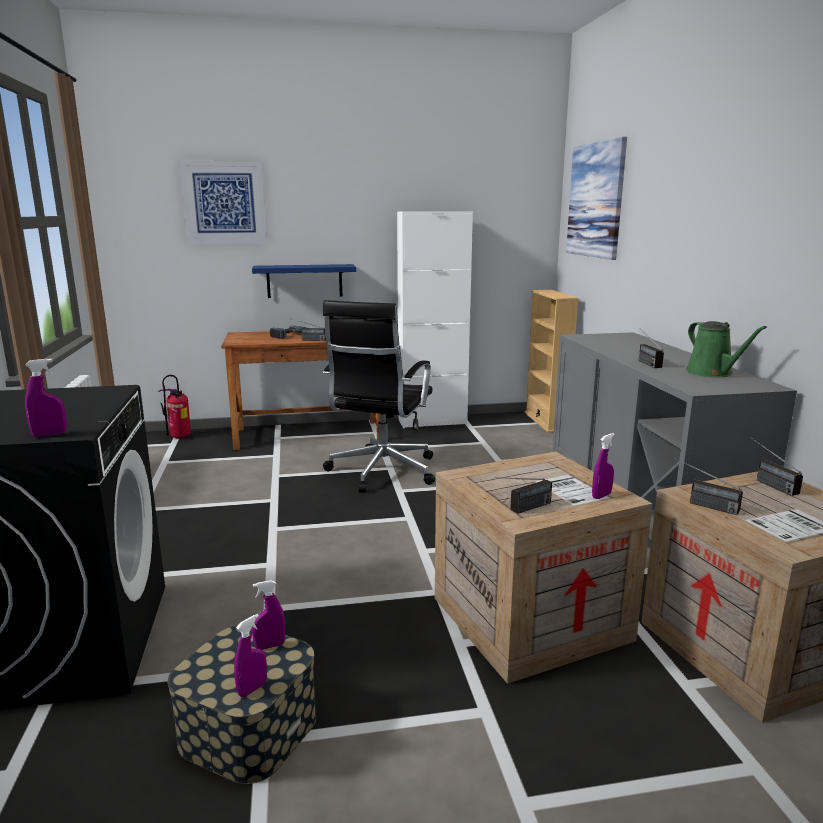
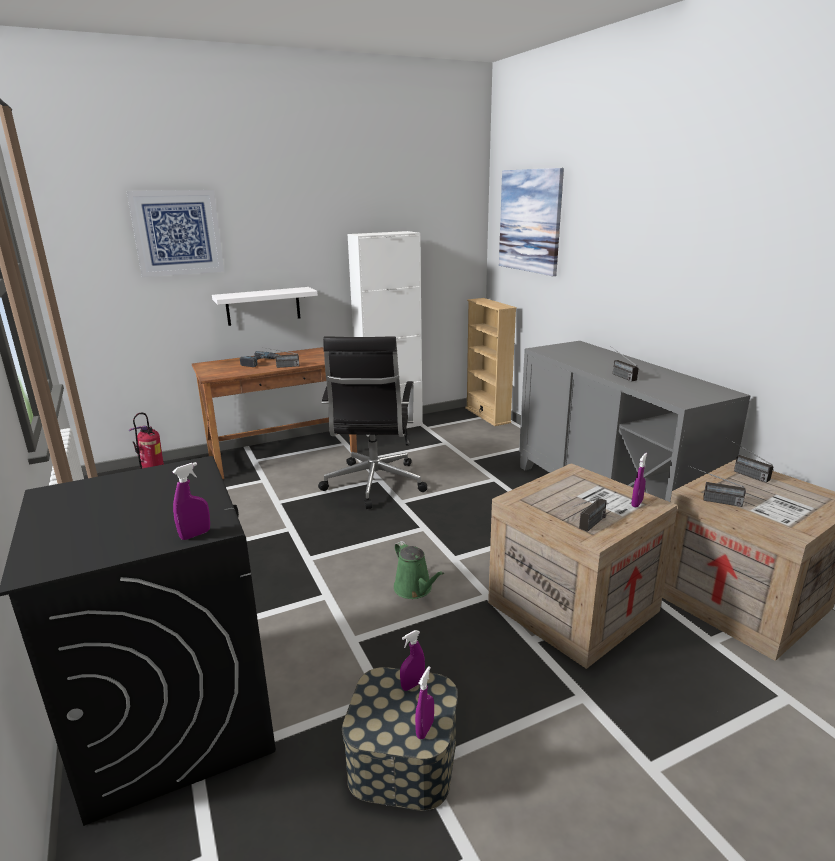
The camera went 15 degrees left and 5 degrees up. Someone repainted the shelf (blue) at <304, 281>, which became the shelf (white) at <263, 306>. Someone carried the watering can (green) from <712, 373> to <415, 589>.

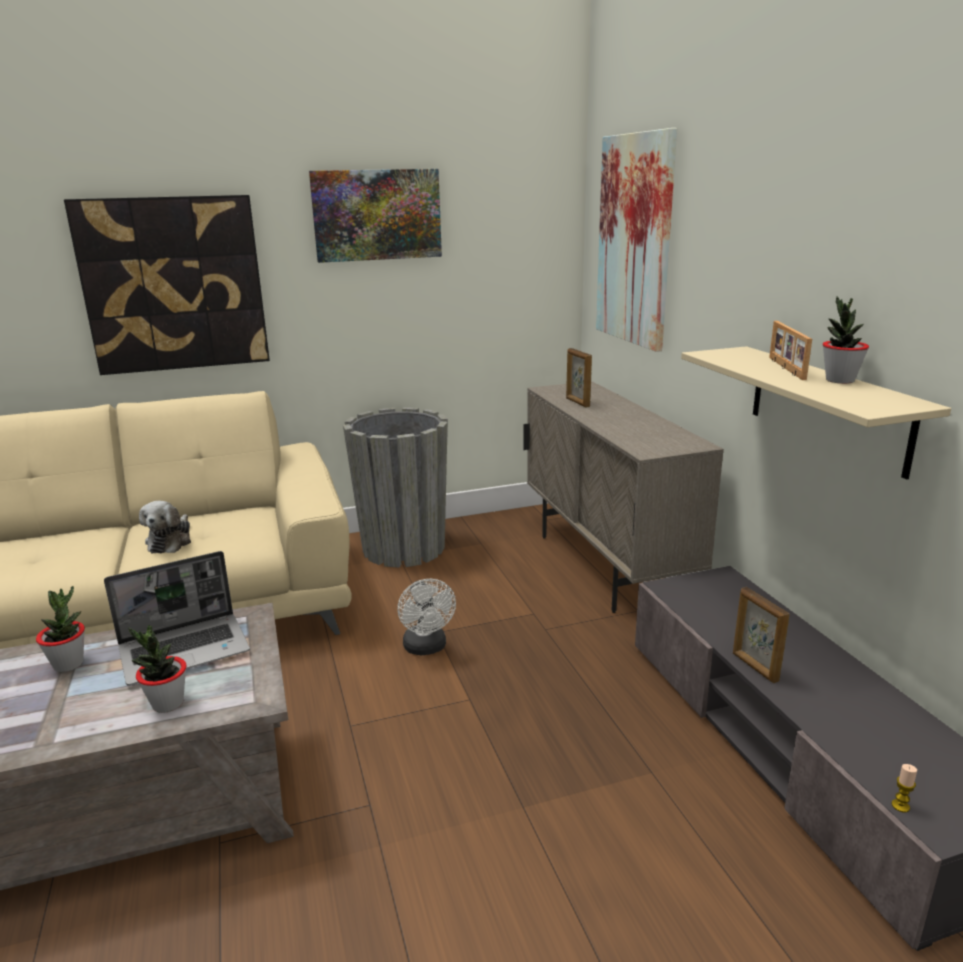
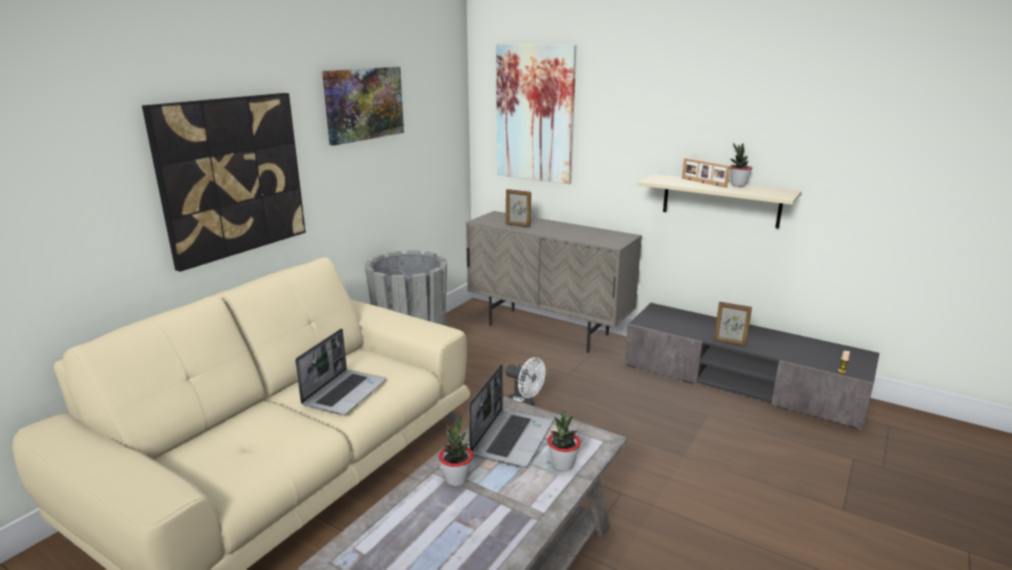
The camera went 40 degrees left and 0 degrees up. Someone swapped the plush toy at <170, 541> for the laptop at <344, 393>.

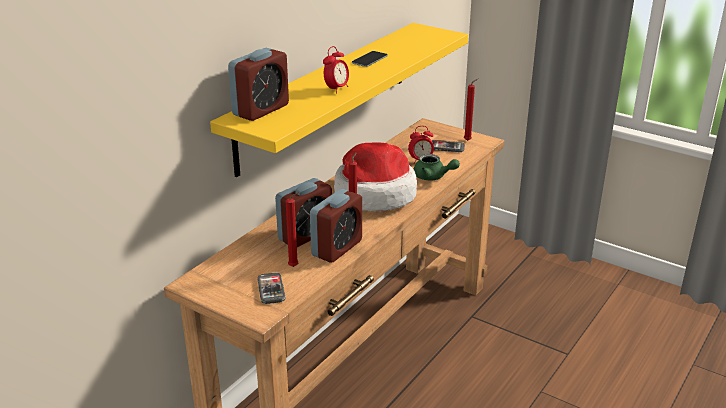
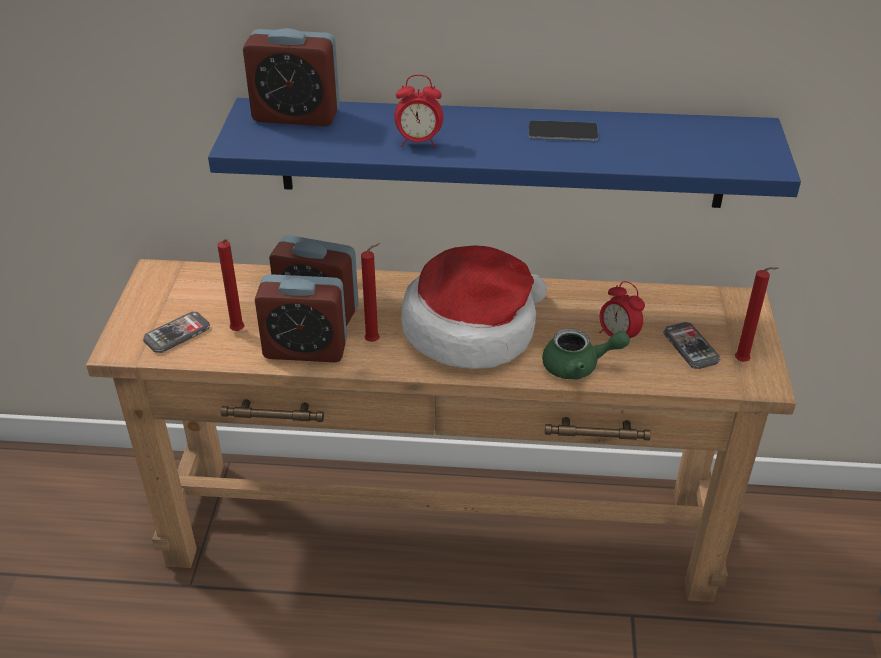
The camera went 60 degrees right and 10 degrees up. Someone repainted the shelf (yellow) at <326, 94>, which became the shelf (blue) at <501, 153>. Someone rotated the teapot (green) at <433, 177> by 90 degrees counterclockwise.

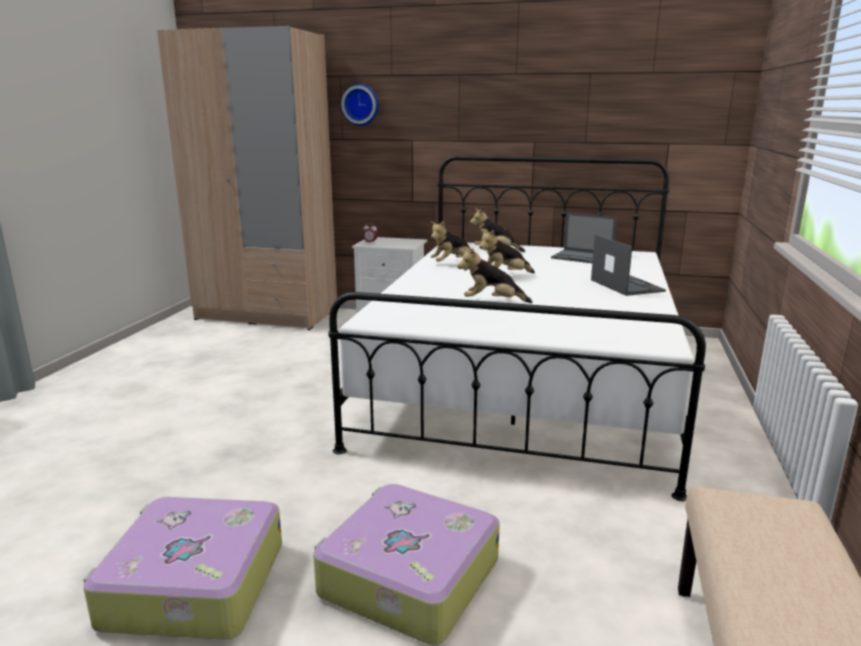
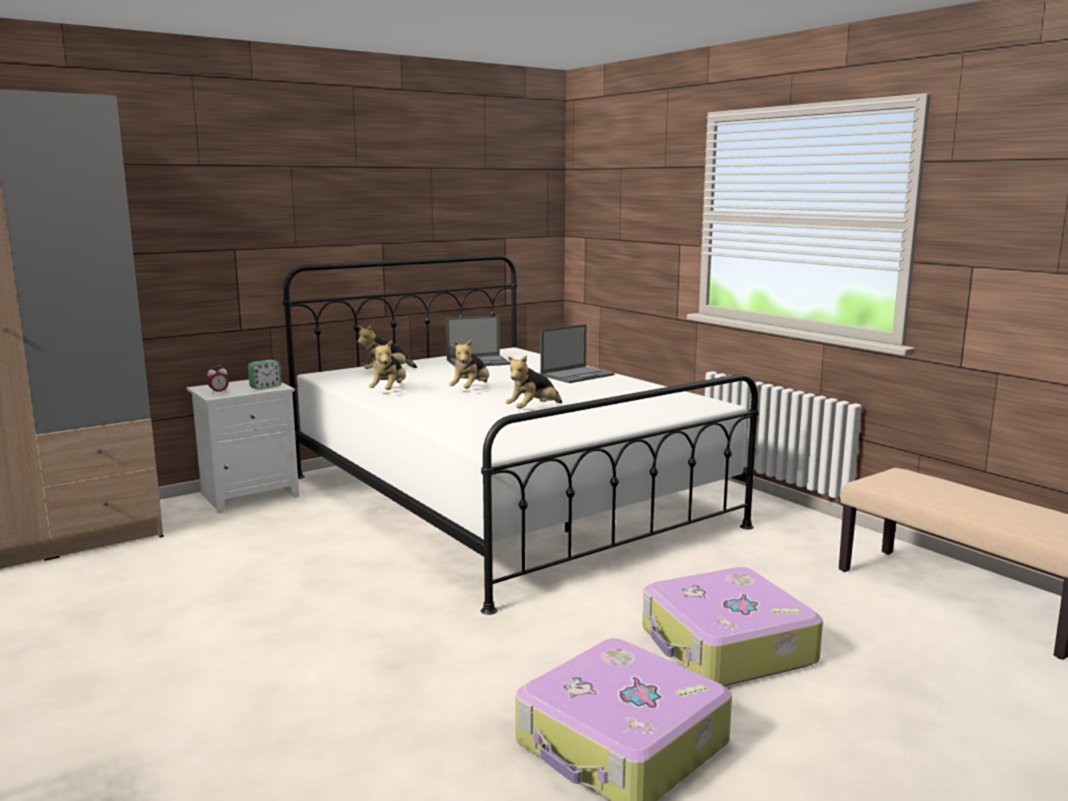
The camera went 50 degrees left and 5 degrees down. Someone took away the wall clock at <361, 104>. Someone rotated the laptop at <626, 285> by 120 degrees clockwise. Someone put down the alarm clock at <265, 387>.

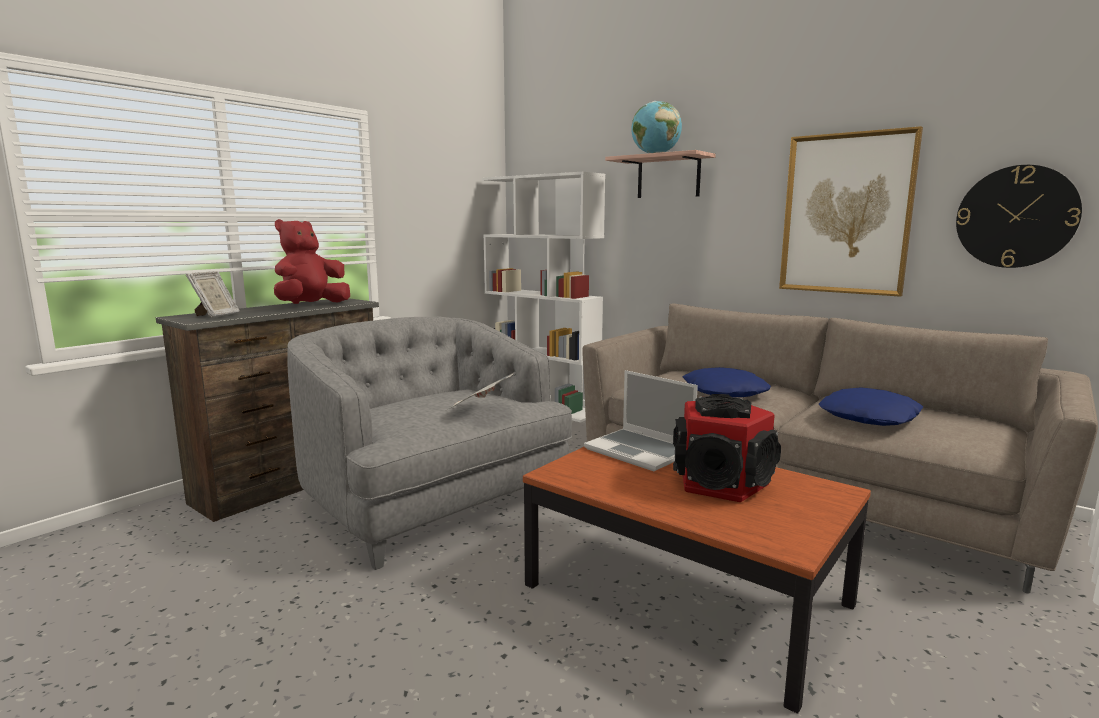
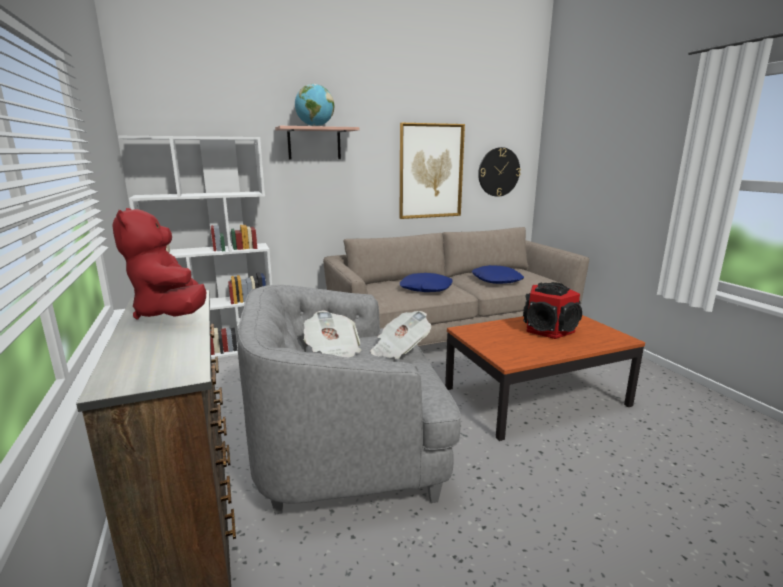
The camera went 60 degrees left and 5 degrees up. Someone took away the picture frame at <216, 315>. Someone took away the laptop at <641, 451>. Someone put down the newspaper at <333, 351>.

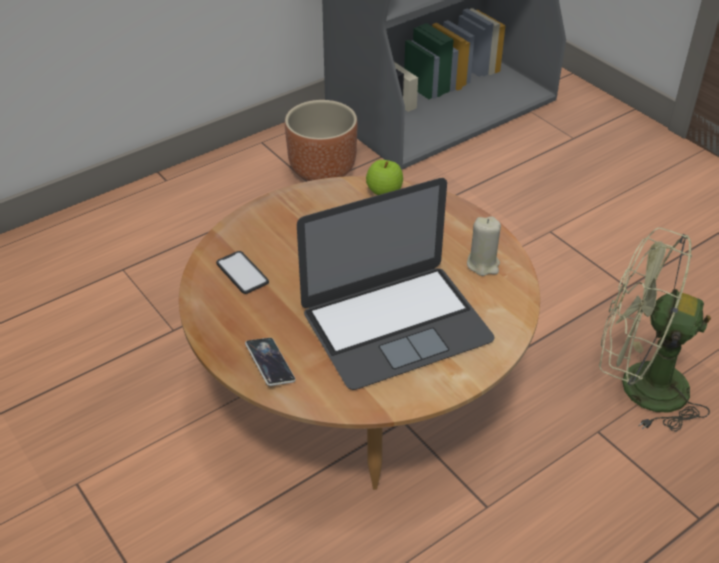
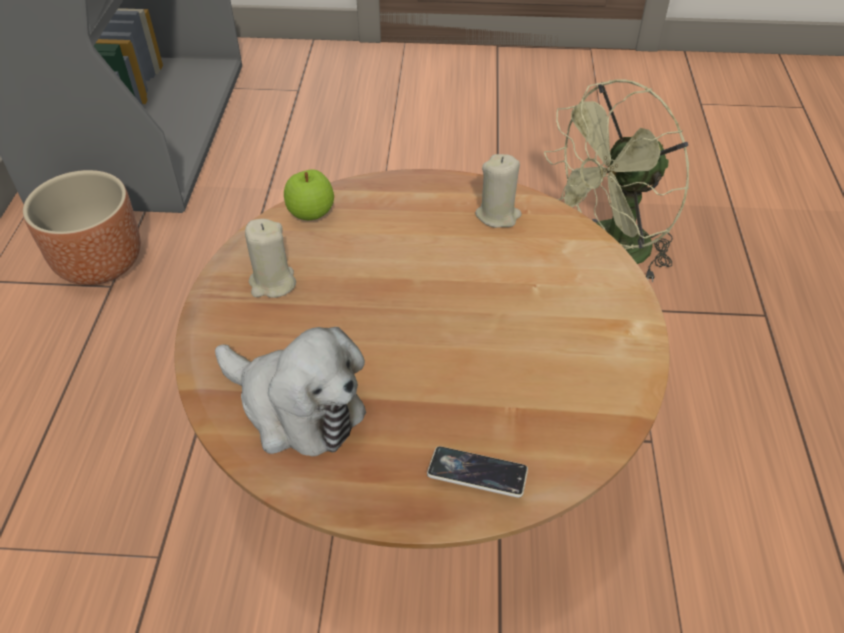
The camera went 50 degrees left and 5 degrees up. Someone took away the laptop at <396, 325>. Someone swapped the phone at <242, 273> for the plush toy at <296, 407>. Someone put down the candle (beige) at <272, 283>.

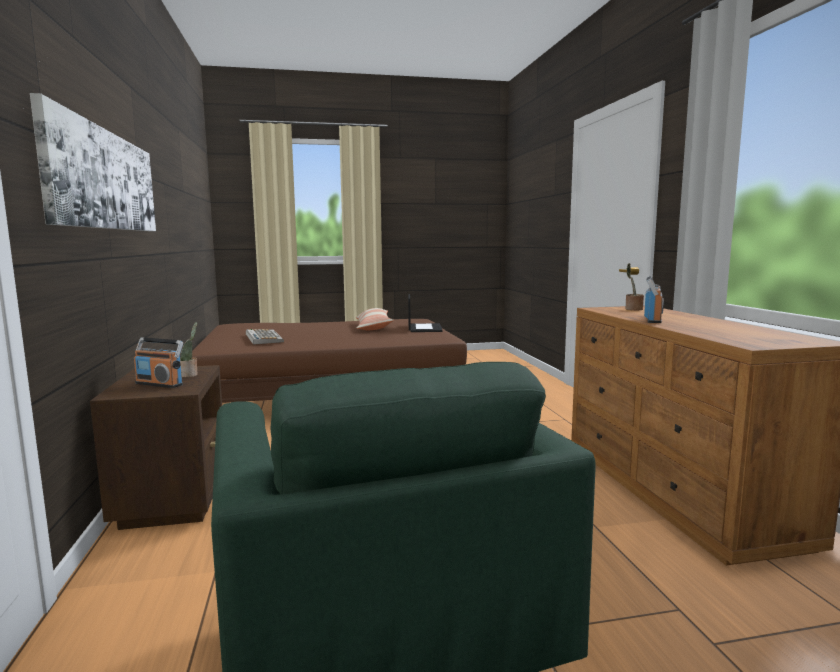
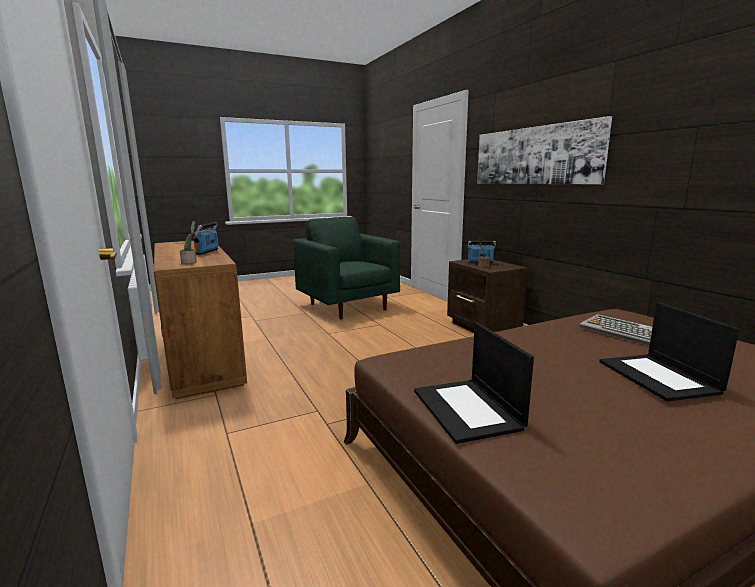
The camera went 165 degrees right and 5 degrees up. Someone took away the pillow at <373, 327>. Someone put down the laptop at <659, 377>.

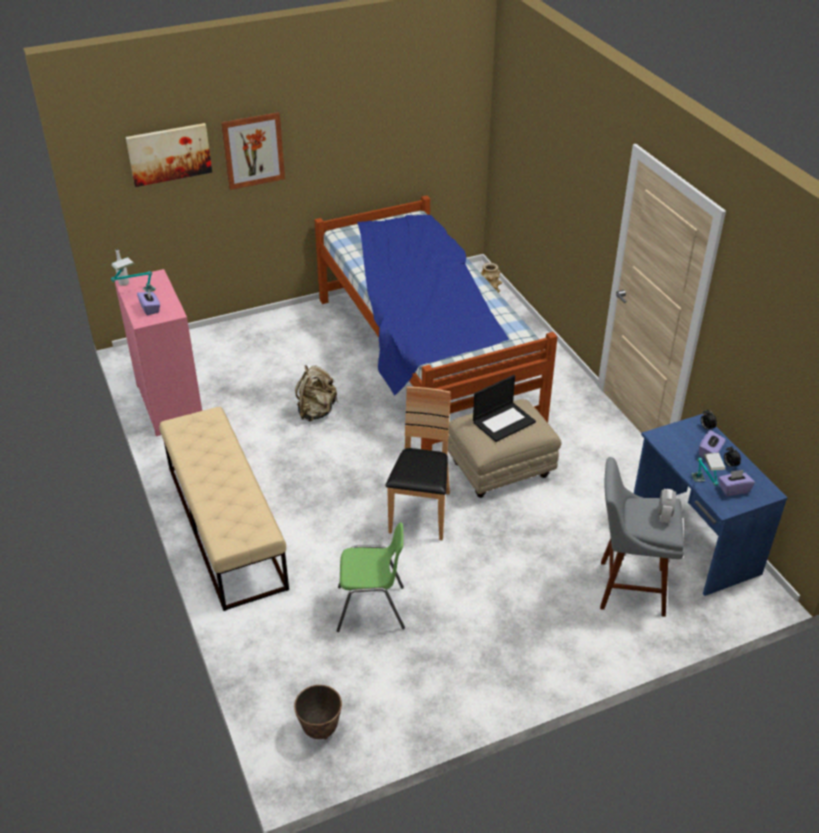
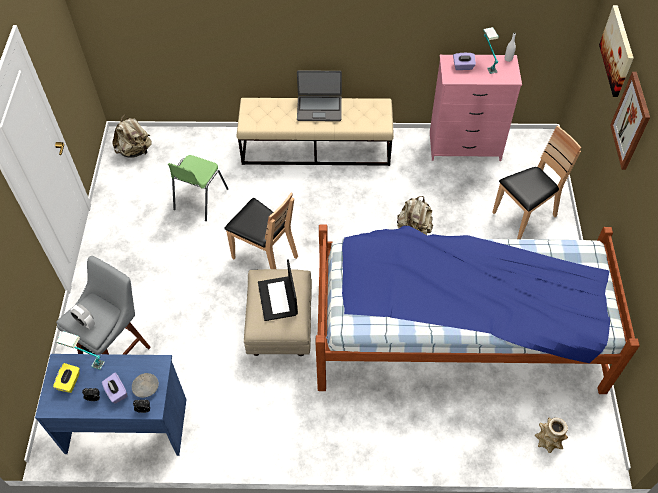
The camera went 115 degrees right and 15 degrees up. Someone repainted the tissue box (purple) at <733, 489>, which became the tissue box (yellow) at <69, 382>. Someone swapped the planter at <320, 729> for the backpack (beige) at <135, 150>. Someone put down the laptop at <319, 108>. Someone put down the chair (brown) at <524, 215>. Someone put down the bowl (grey) at <146, 387>.

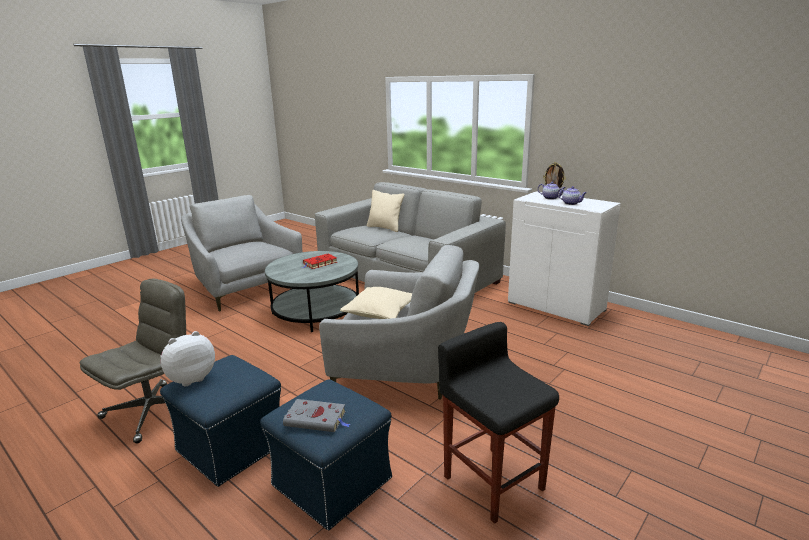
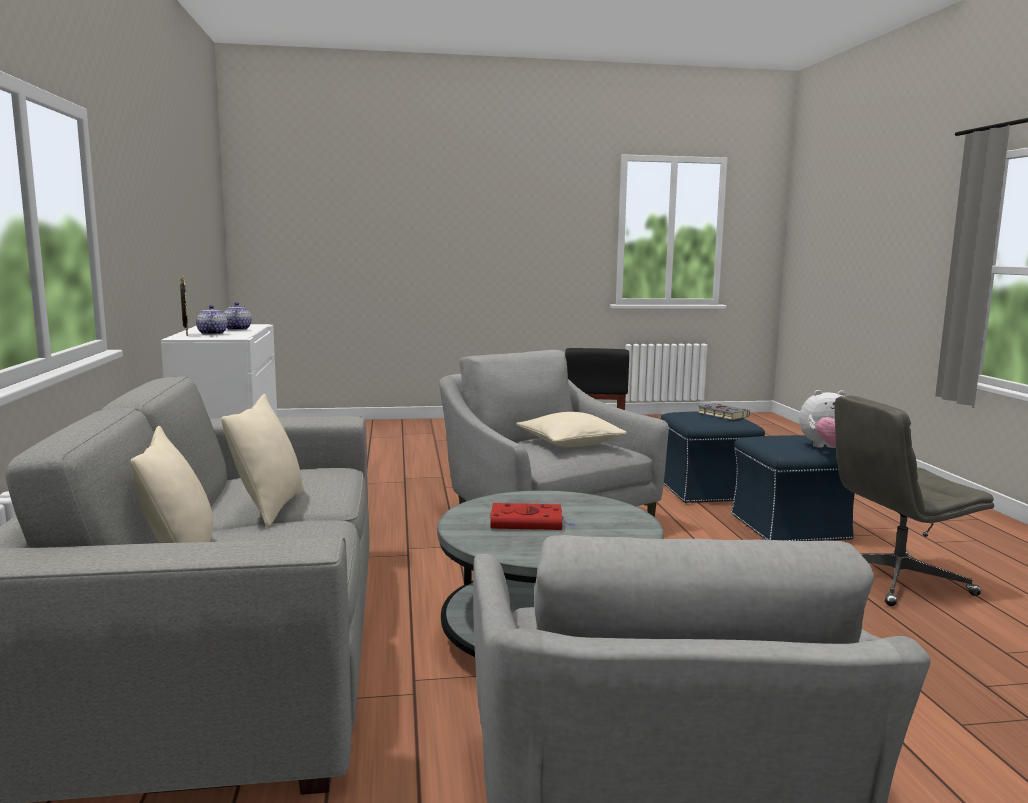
The camera went 140 degrees left and 10 degrees down. Someone put down the pillow (beige) at <269, 507>.

